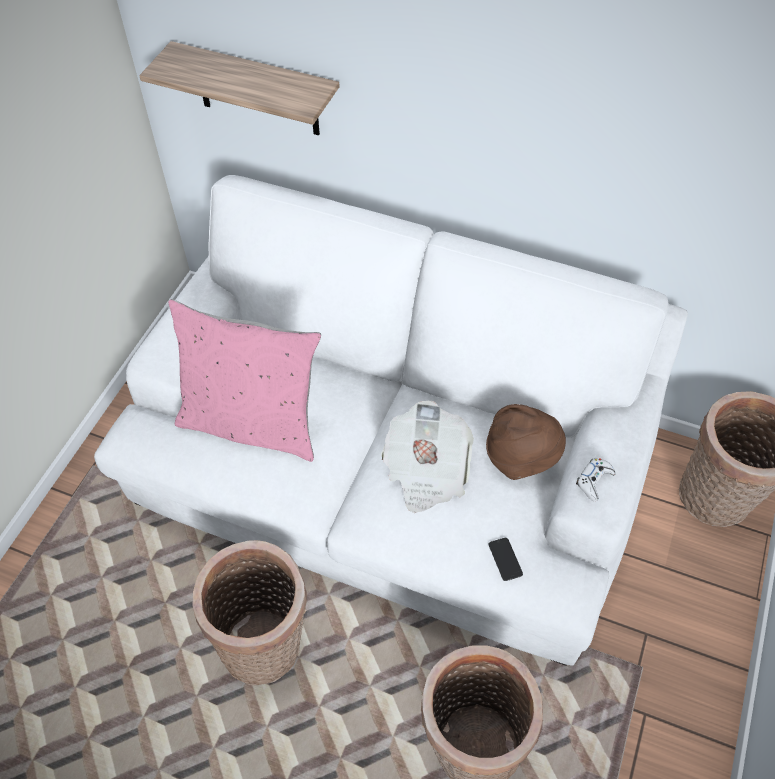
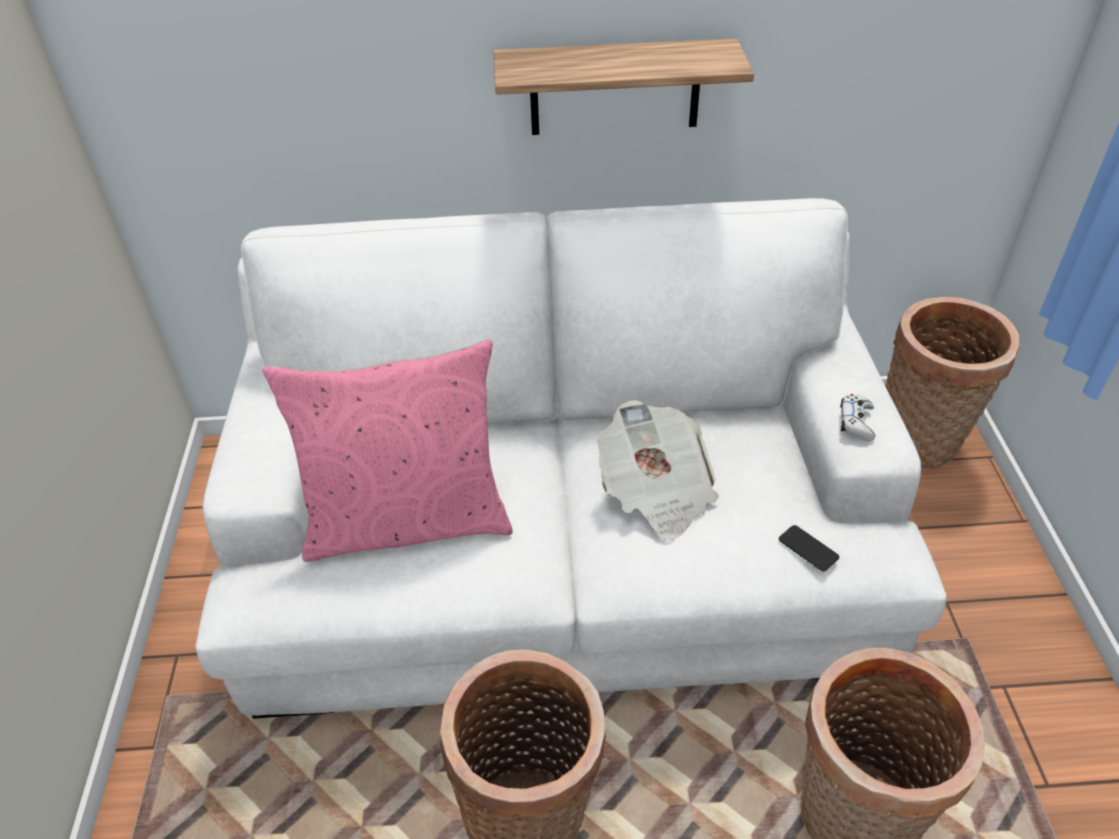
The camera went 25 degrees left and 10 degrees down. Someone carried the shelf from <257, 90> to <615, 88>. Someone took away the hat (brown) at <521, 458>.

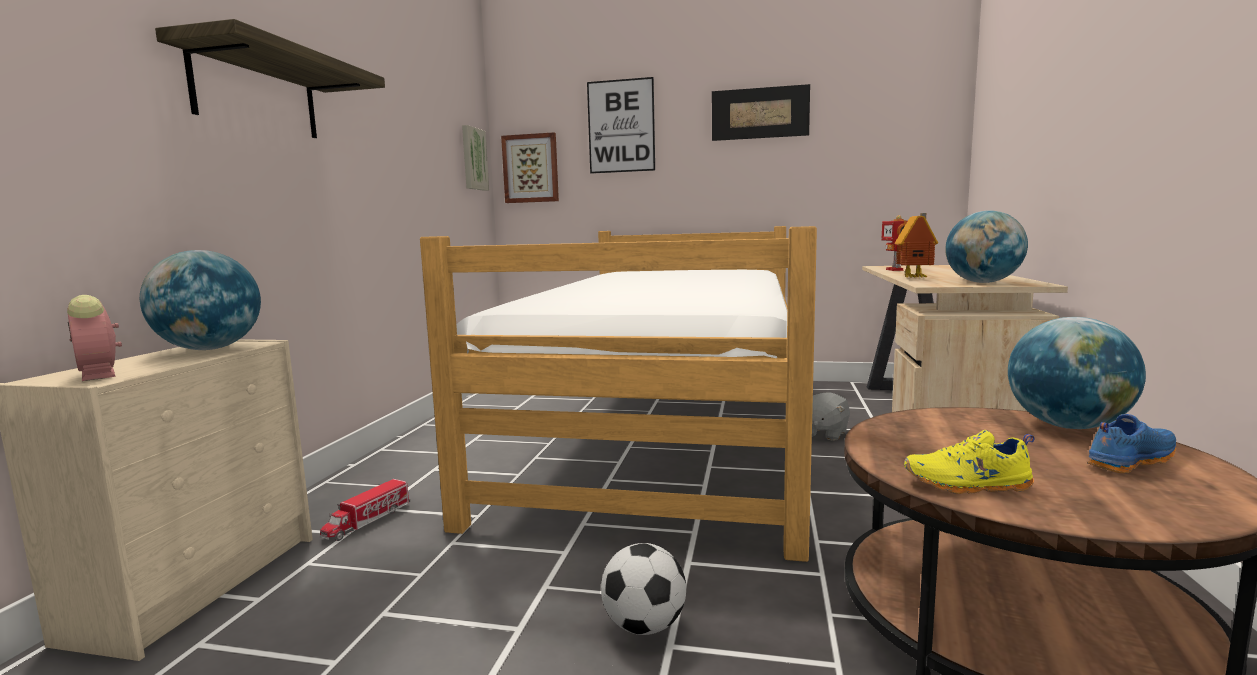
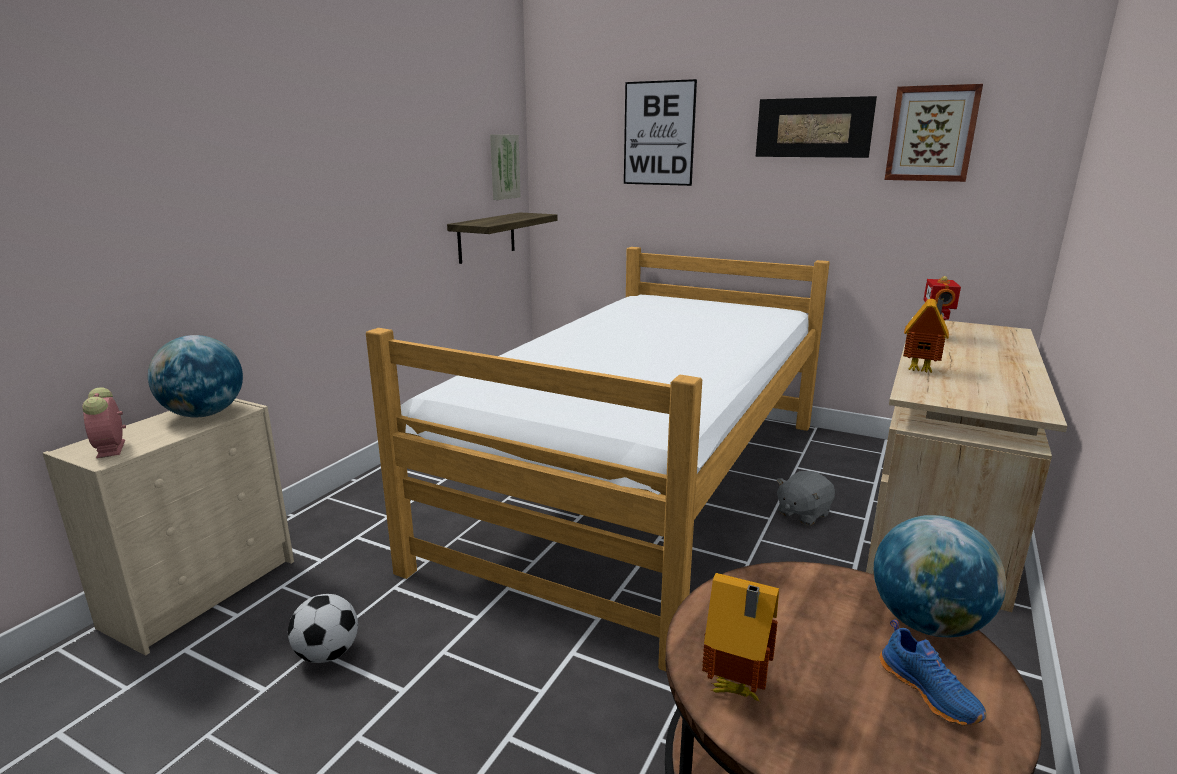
The camera went 15 degrees right and 10 degrees up. Someone carried the shelf from <256, 94> to <486, 237>. Someone carried the picture from <531, 168> to <931, 134>. Someone took away the globe at <982, 282>. Someone rotated the shoe (blue) at <1128, 461> by 75 degrees clockwise. Someone swapped the shoe (yellow) at <968, 485> for the toy house at <736, 690>. Someone took away the toy truck at <367, 521>. Someone carried the football from <644, 626> to <327, 654>.

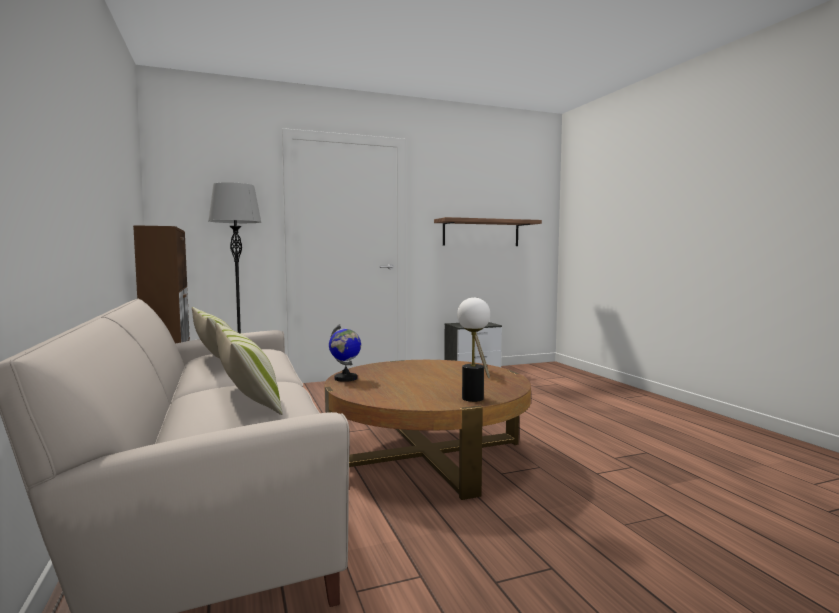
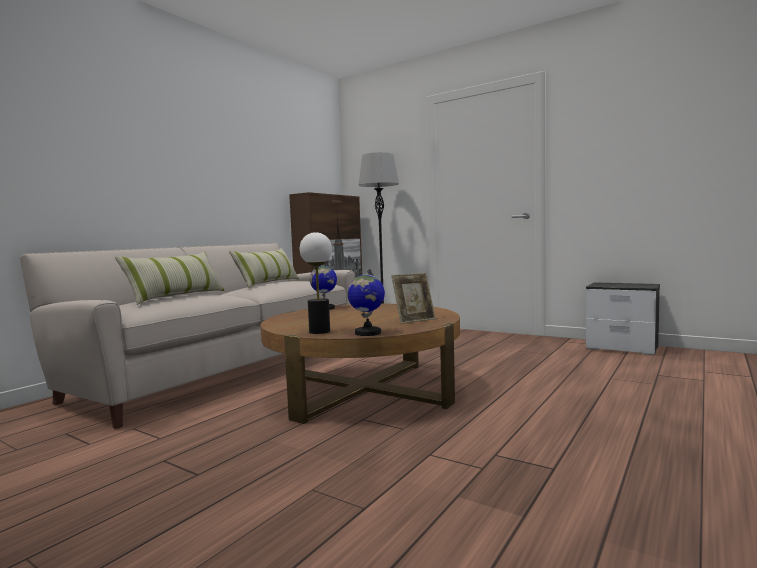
The camera went 55 degrees right and 0 degrees up. Someone took away the shelf at <481, 233>. Someone put down the globe at <367, 333>.

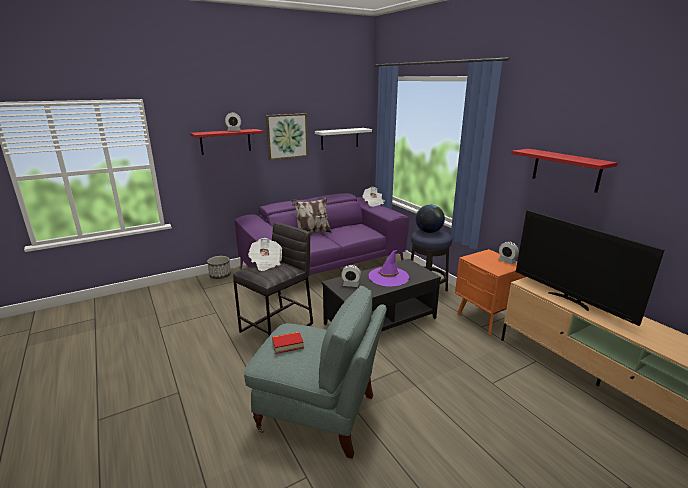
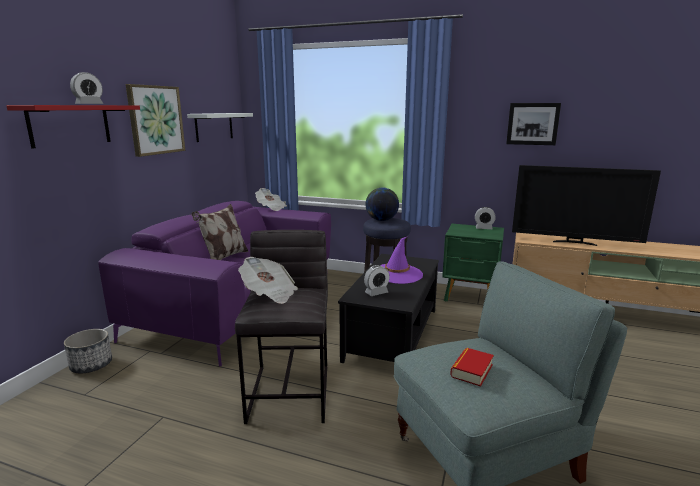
The camera went 40 degrees left and 5 degrees down. Someone swapped the shelf (red) at <566, 170> for the picture at <532, 124>. Someone repainted the nightstand (orange) at <485, 319>, which became the nightstand (green) at <470, 297>.

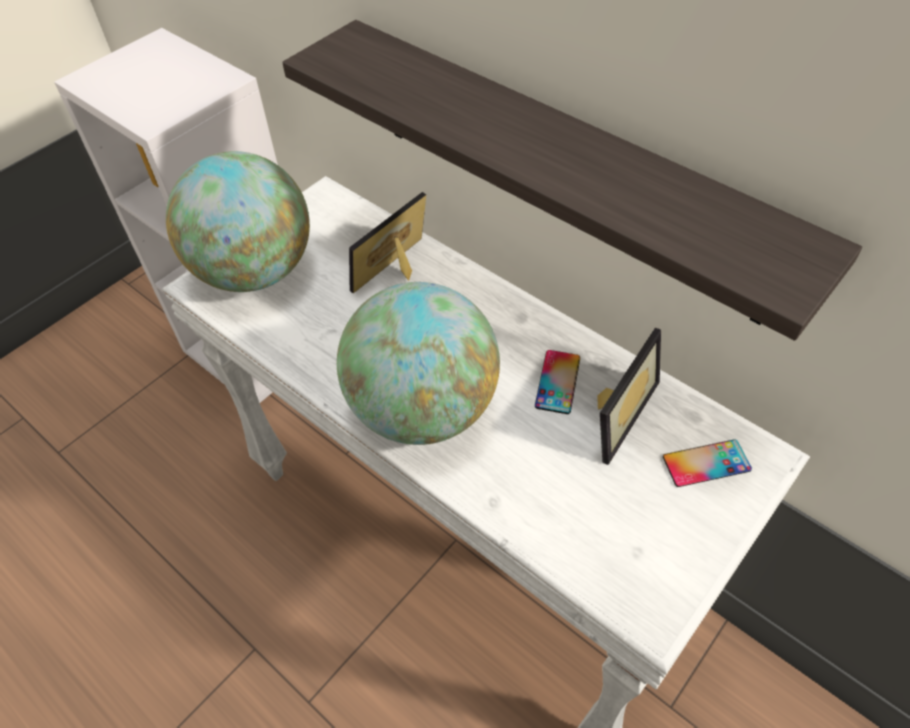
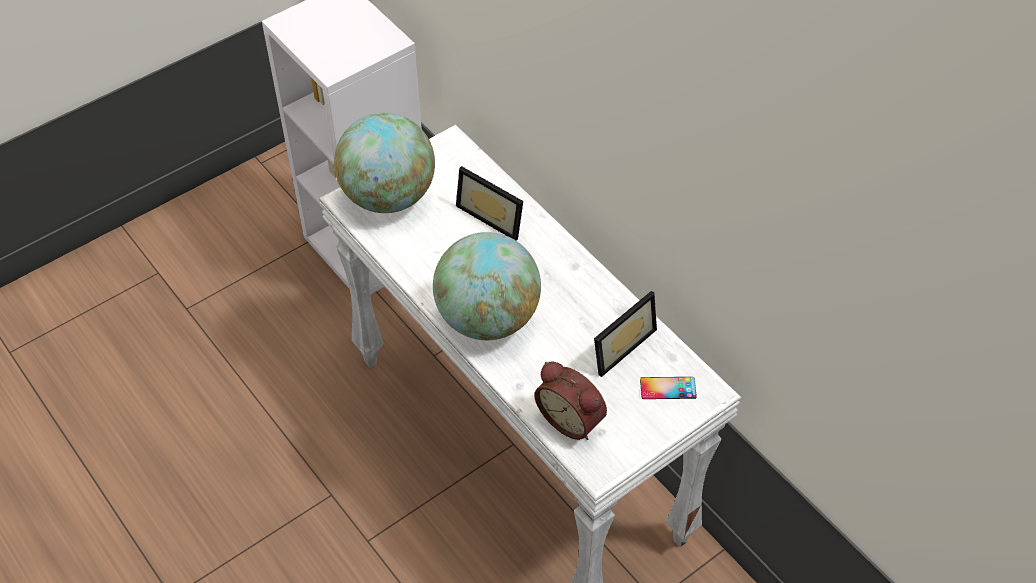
The camera went 10 degrees right and 0 degrees up. Someone took away the shelf at <563, 168>. Someone rotated the picture frame at <398, 271> by 105 degrees counterclockwise. Someone took away the phone at <557, 382>. Someone put down the alarm clock at <572, 418>.

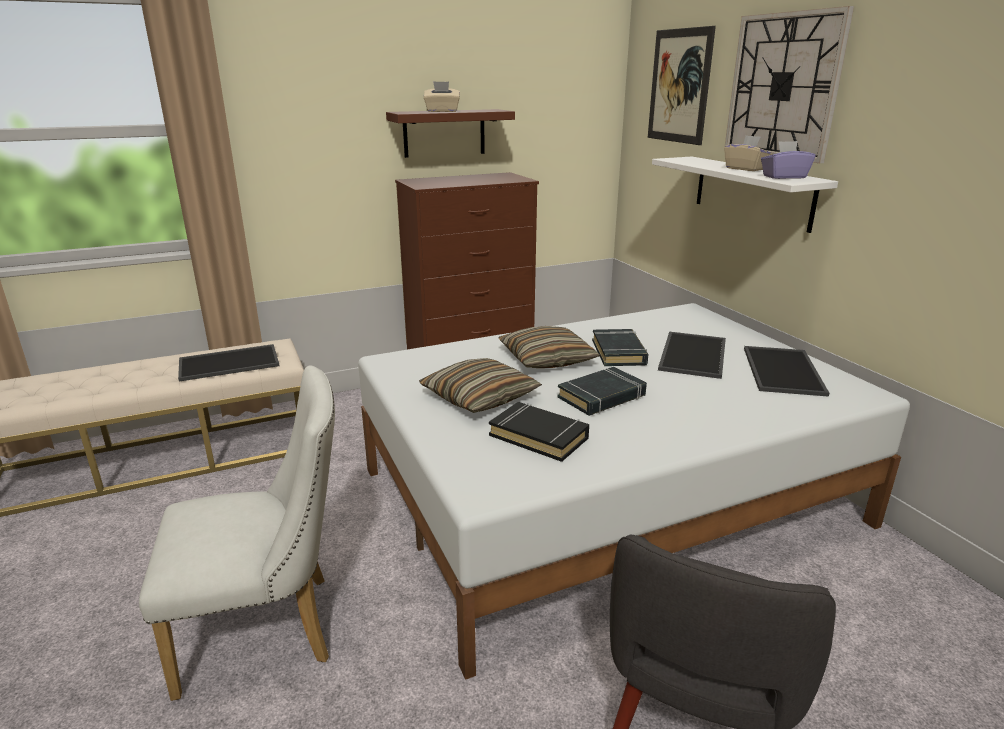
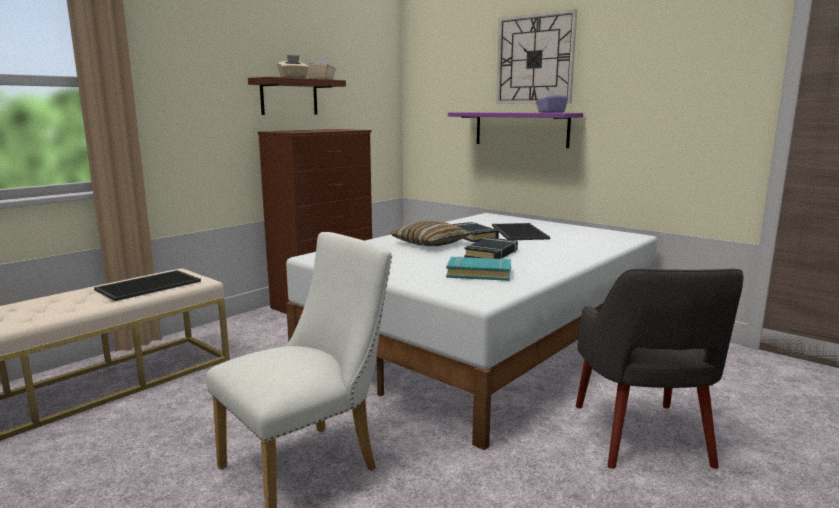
The camera went 25 degrees left and 10 degrees down. Someone took away the picture at <679, 86>. Someone carried the tissue box (beige) from <745, 169> to <321, 79>. Someone repainted the shelf (white) at <752, 192>, which became the shelf (purple) at <521, 129>. Someone took away the tray at <785, 371>. Someone took away the pillow at <479, 397>. Someone repainted the book (black) at <539, 436>, which became the book (turquoise) at <479, 273>.

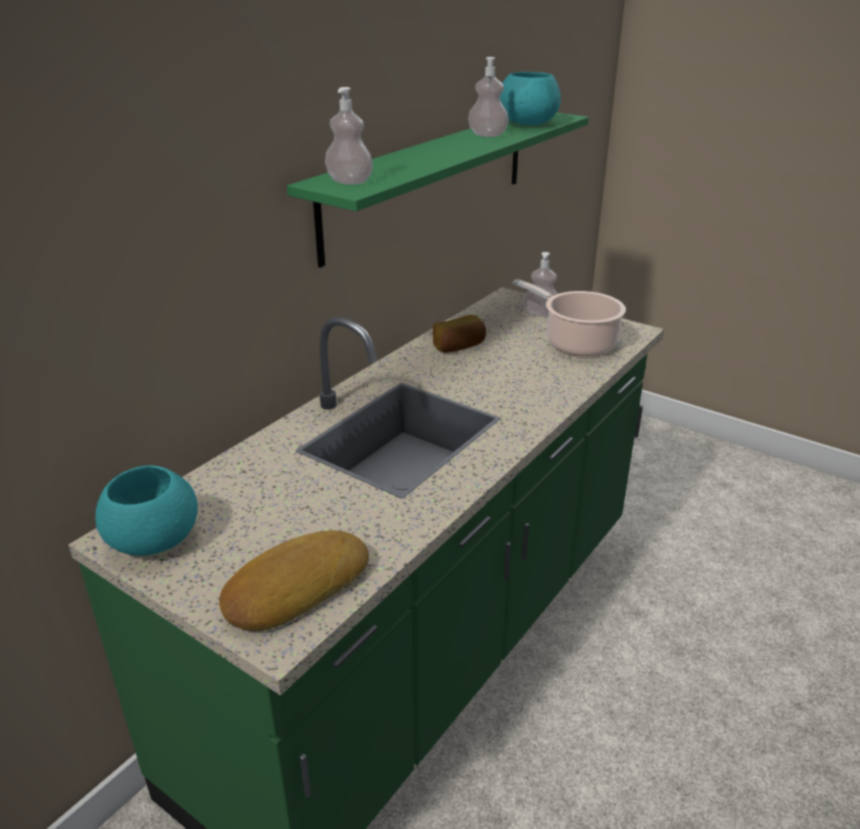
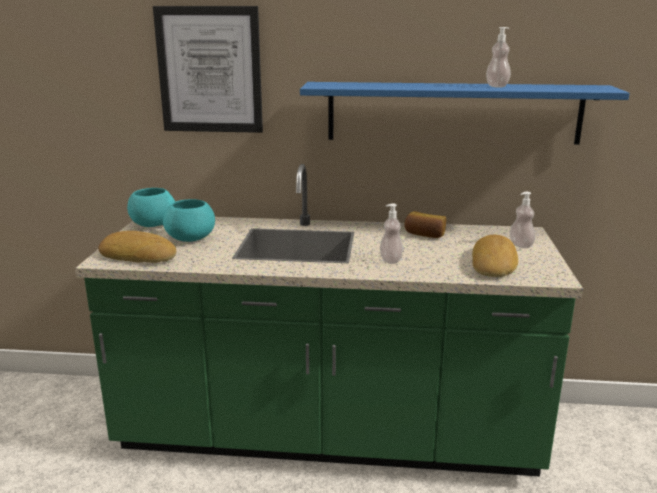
The camera went 60 degrees right and 10 degrees down. Someone carried the bowl (turquoise) from <528, 123> to <191, 238>. Someone carried the soap dispenser from <349, 182> to <390, 260>. Someone repainted the shelf (green) at <430, 180>, which became the shelf (blue) at <453, 113>. Someone swapped the cooking pot at <576, 342> for the bread at <494, 263>. Someone put up the picture at <210, 70>.

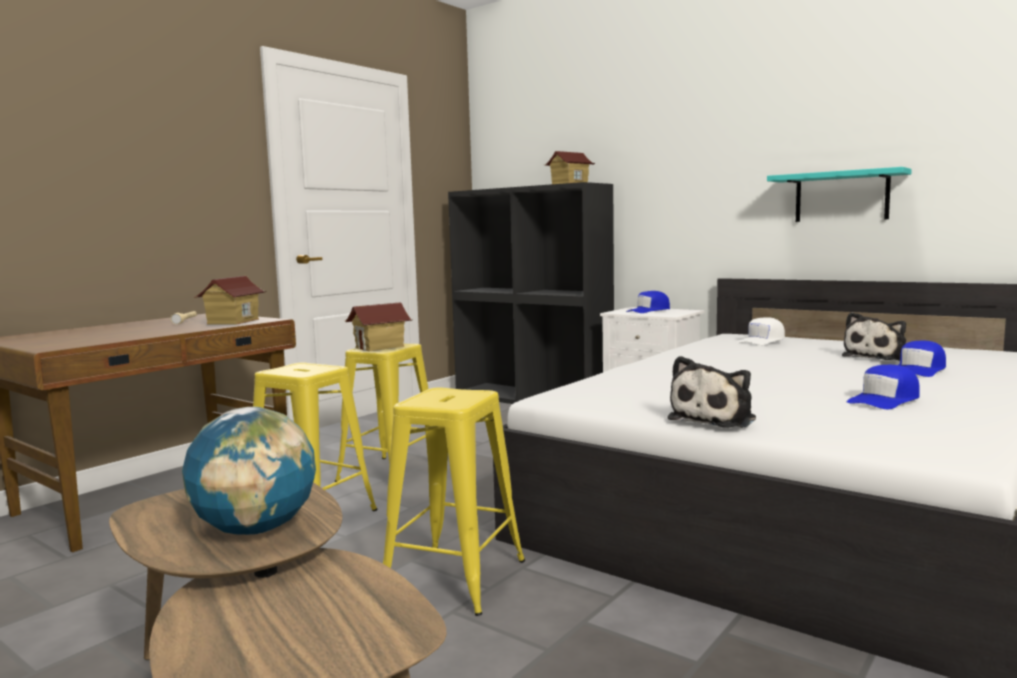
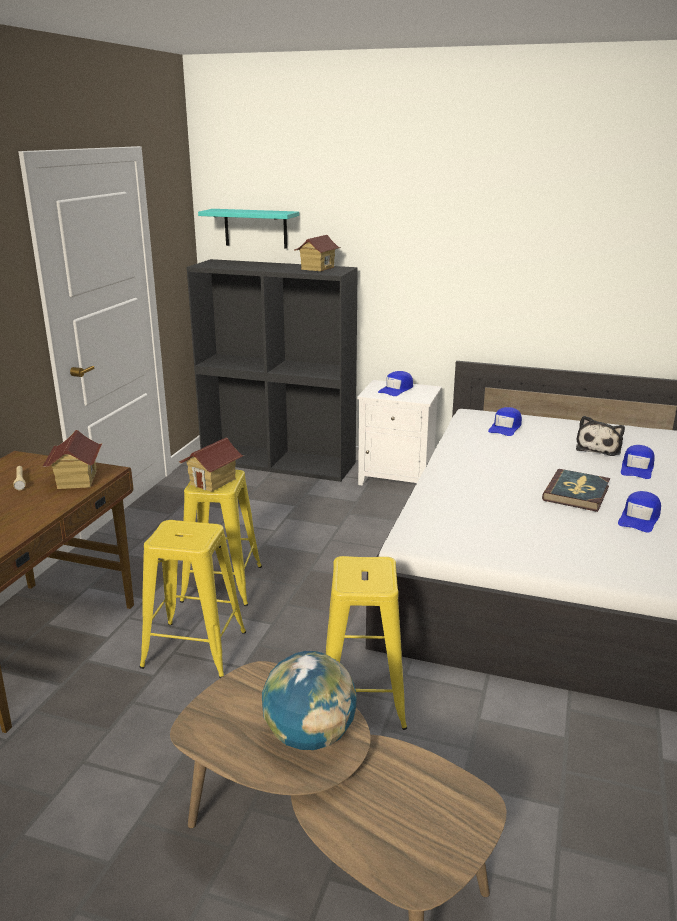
The camera went 20 degrees left and 15 degrees up. Someone carried the shelf (turquoise) from <841, 197> to <255, 228>. Someone repainted the cap (white) at <762, 341>, which became the cap (blue) at <505, 427>. Someone took away the plush toy at <715, 419>. Someone put down the book at <576, 493>.

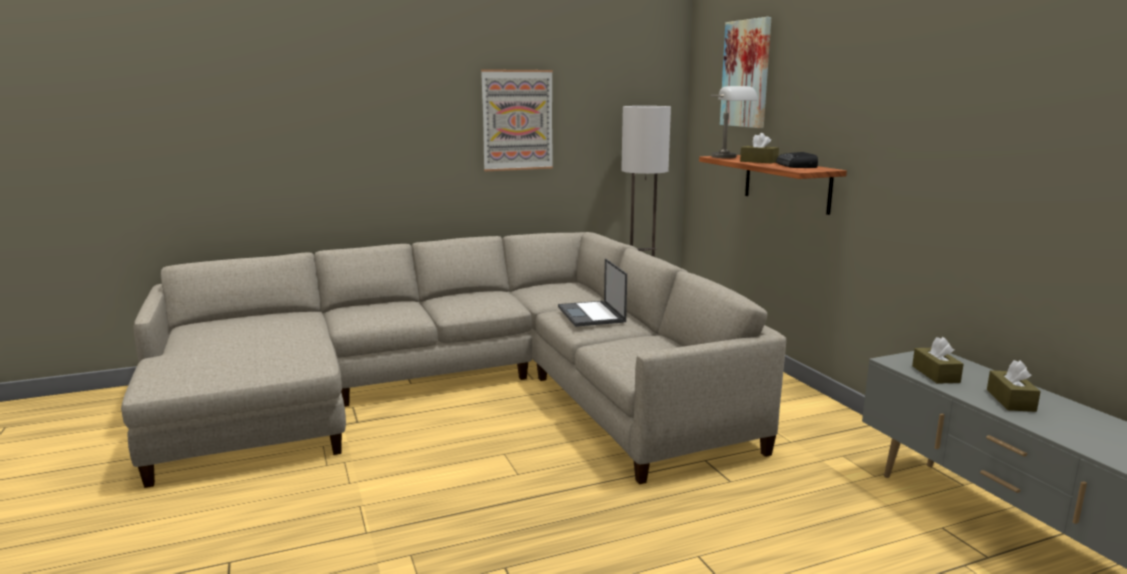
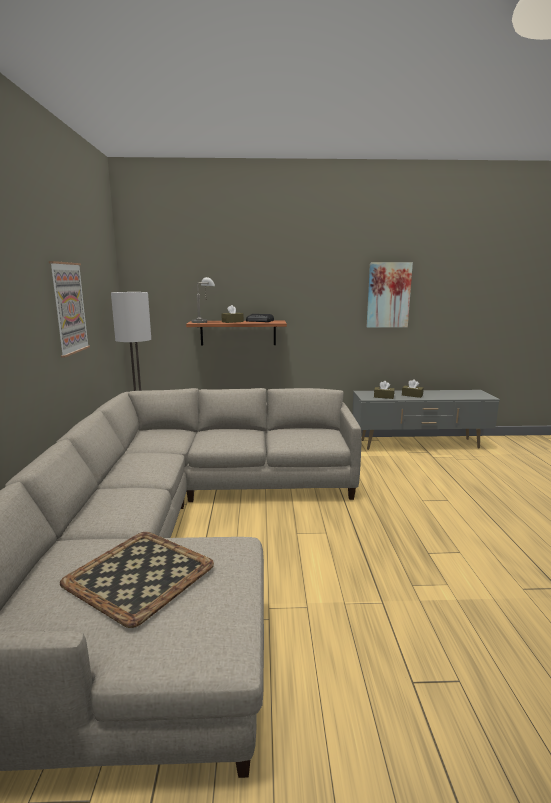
The camera went 70 degrees left and 0 degrees up. Someone carried the picture from <746, 74> to <388, 295>. Someone took away the laptop at <591, 314>. Someone put down the tray at <141, 574>.

